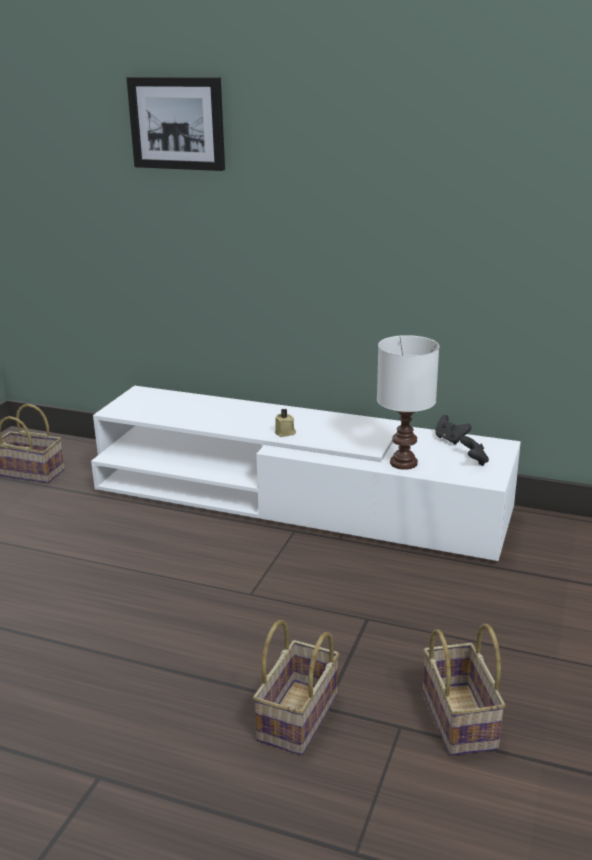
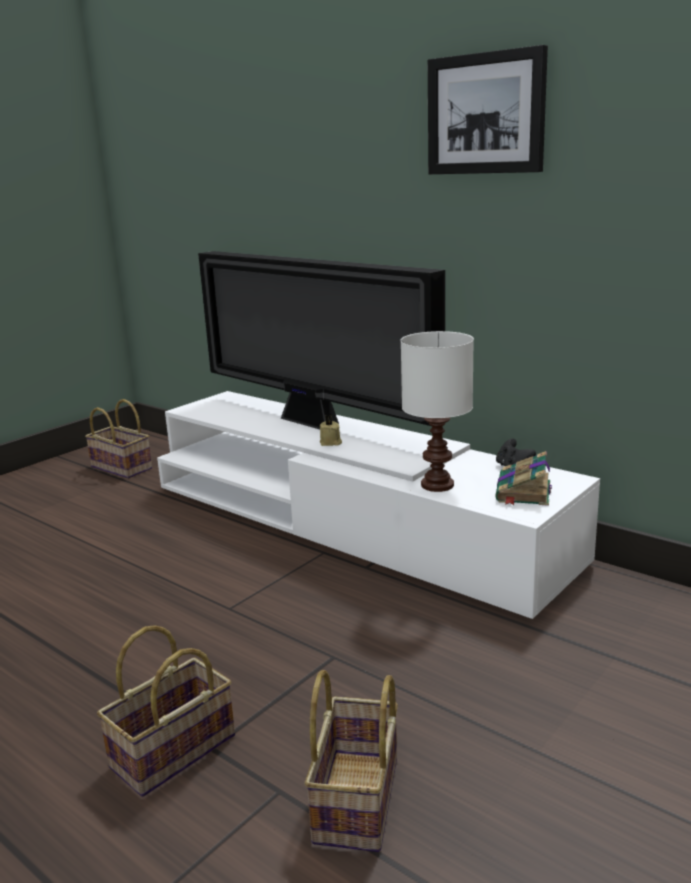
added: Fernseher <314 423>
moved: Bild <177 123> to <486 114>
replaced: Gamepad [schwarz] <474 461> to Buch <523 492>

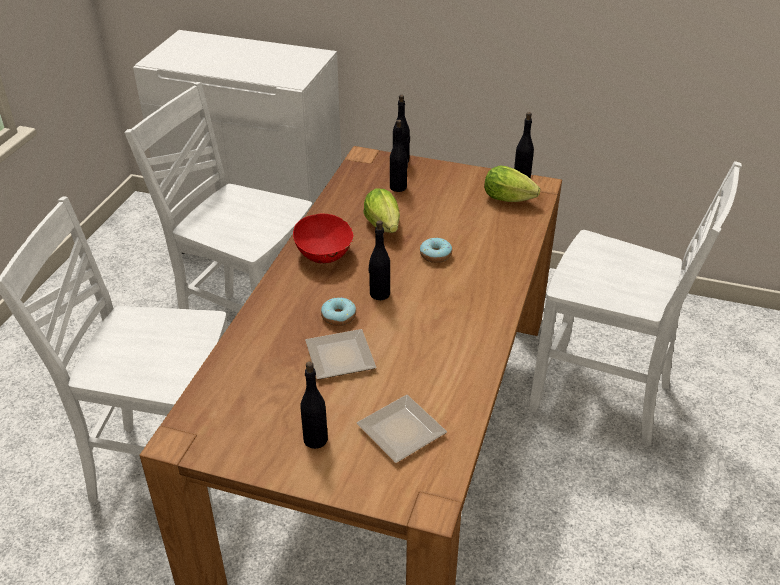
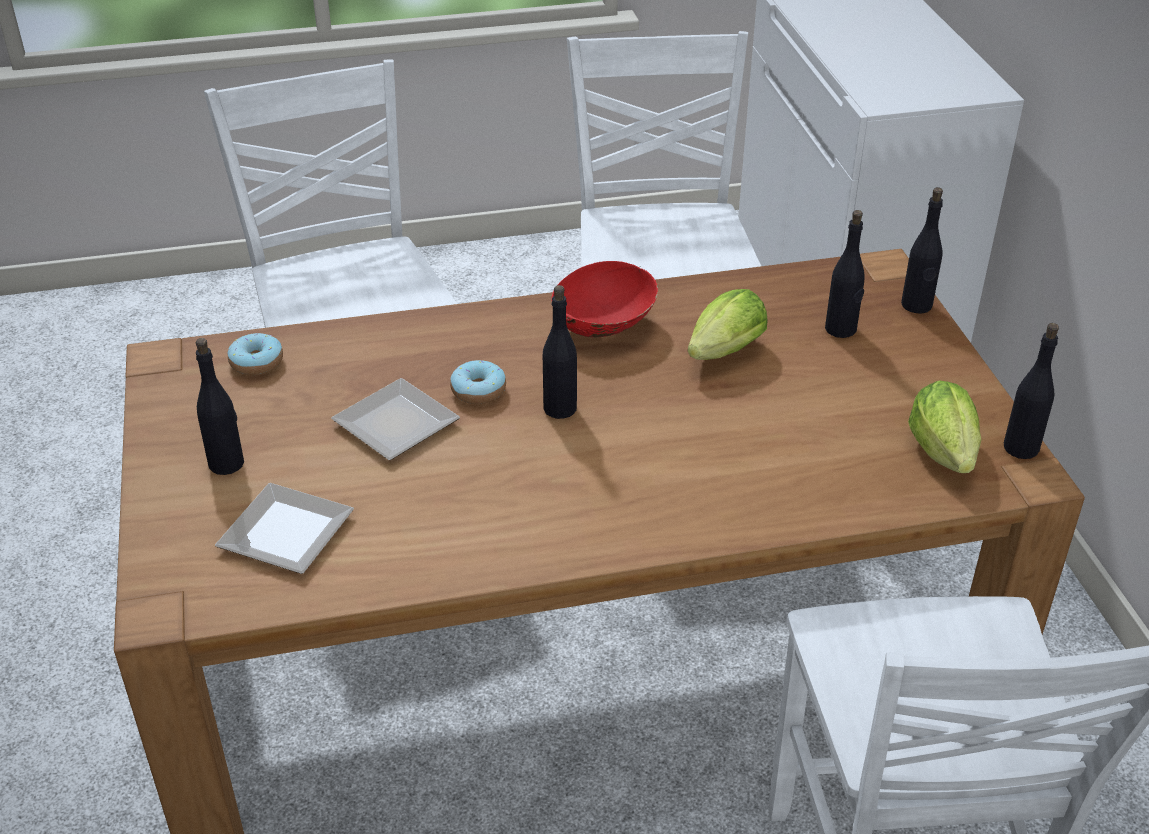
moved: Donut <435 255> to <256 363>

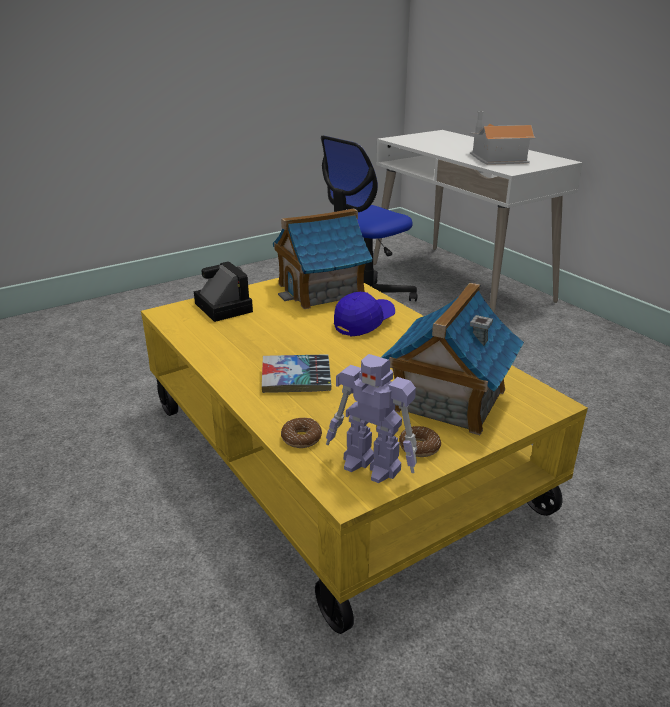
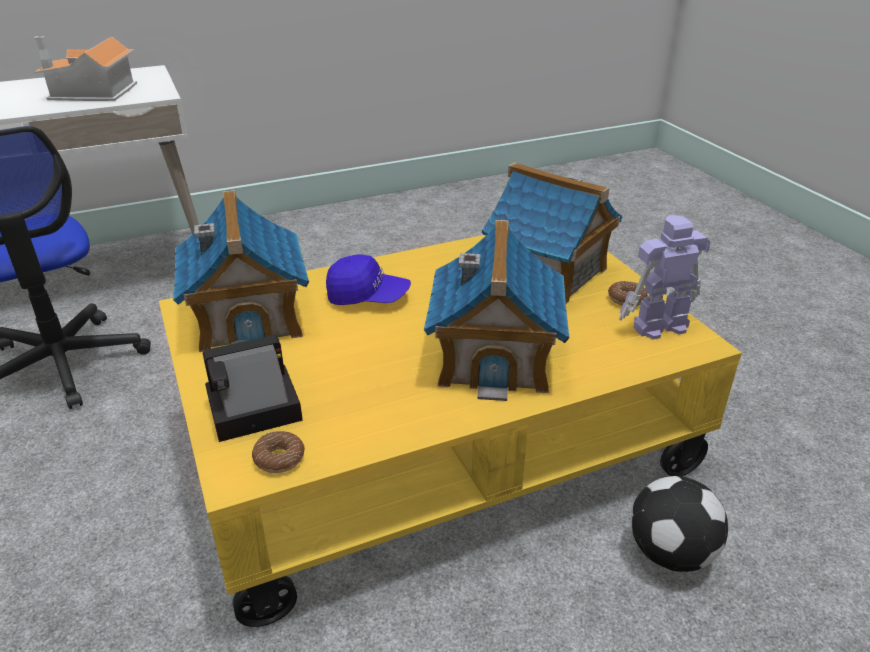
added: Fußball <671 554>
moved: Donut <301 438> to <279 458>
replaced: Buch <296 380> to Spielzeughaus <495 357>
turned: Spielzeugroboter <372 466> = <658 326> 150 degrees counterclockwise; Kappe [blau] <364 323> = <368 297> 135 degrees clockwise

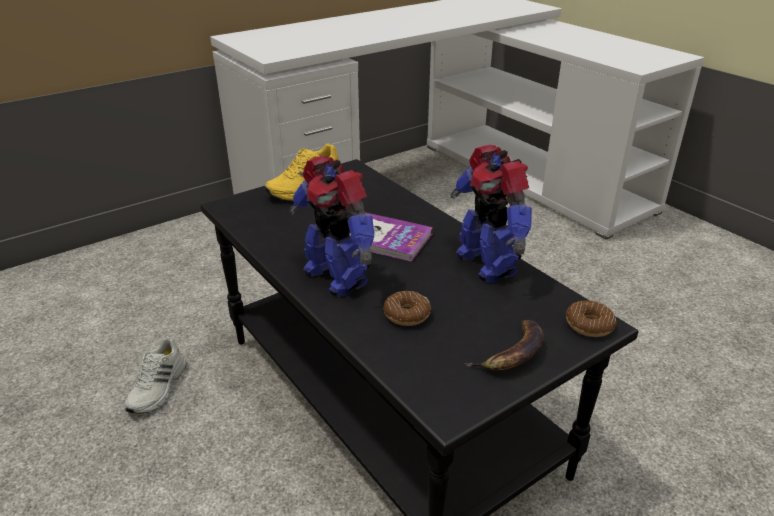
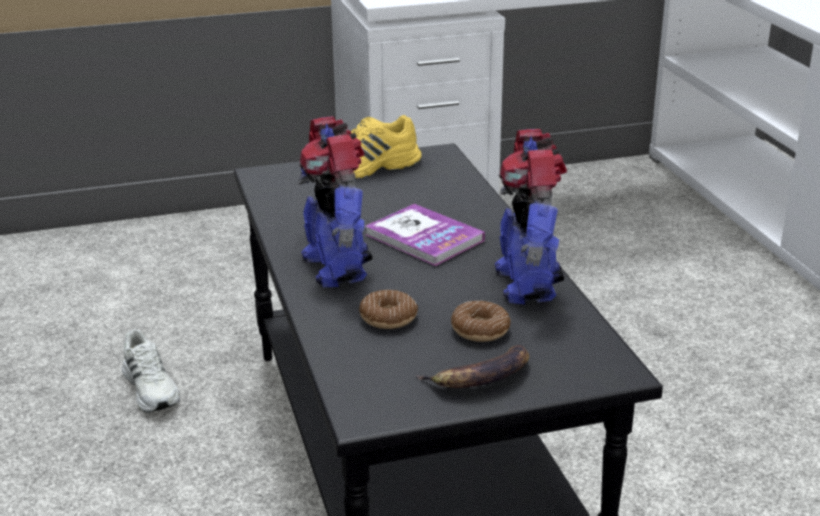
moved: Donut <589 325> to <480 330>
turned: Schuh [weiß] <159 388> = <151 388> 60 degrees counterclockwise

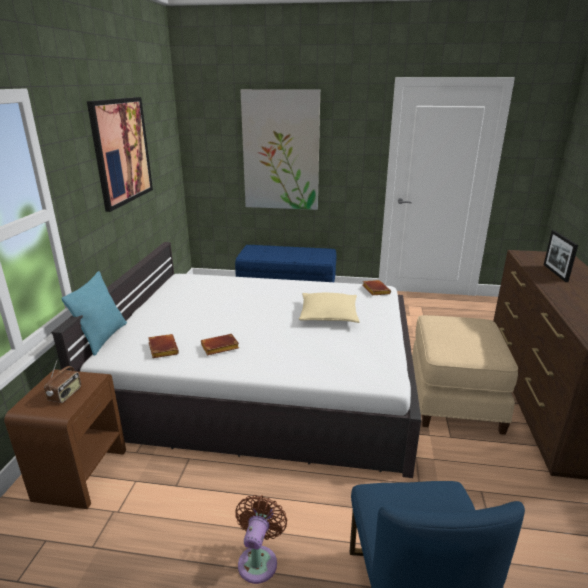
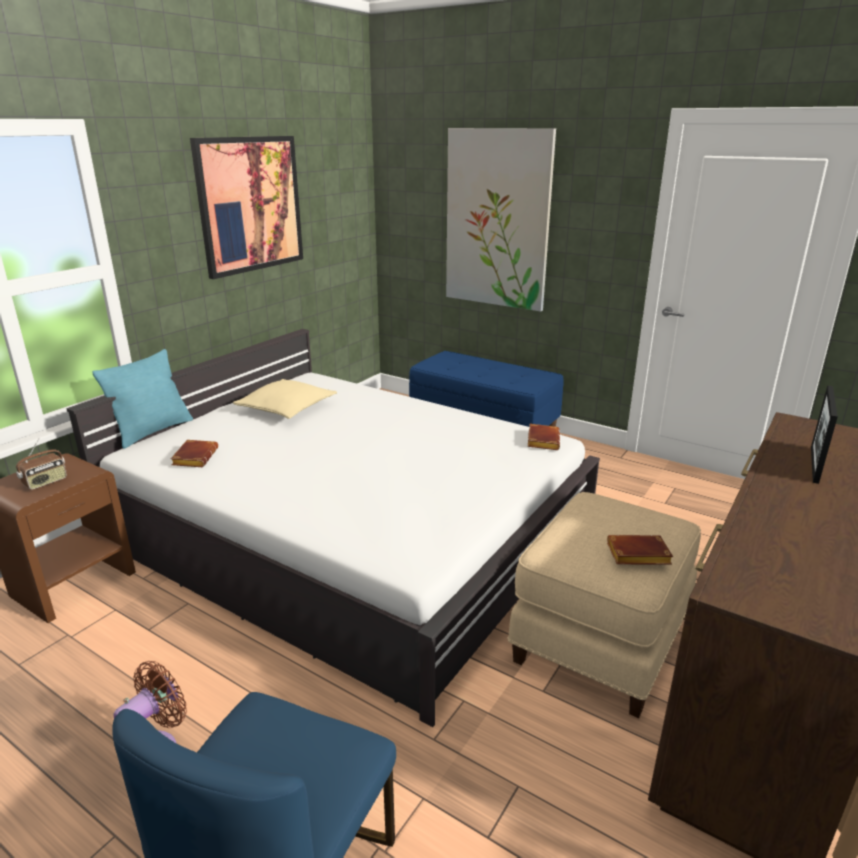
moved: Buch [braun] <219 348> to <636 556>; Kissen [beige] <328 315> to <287 408>

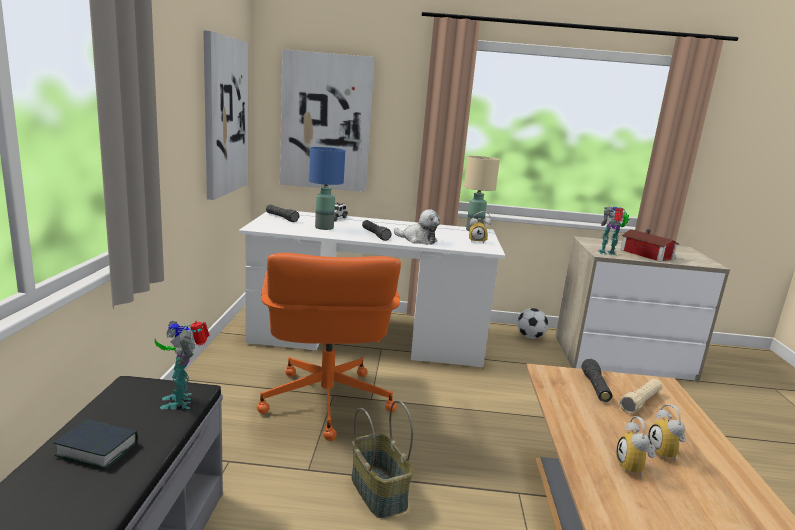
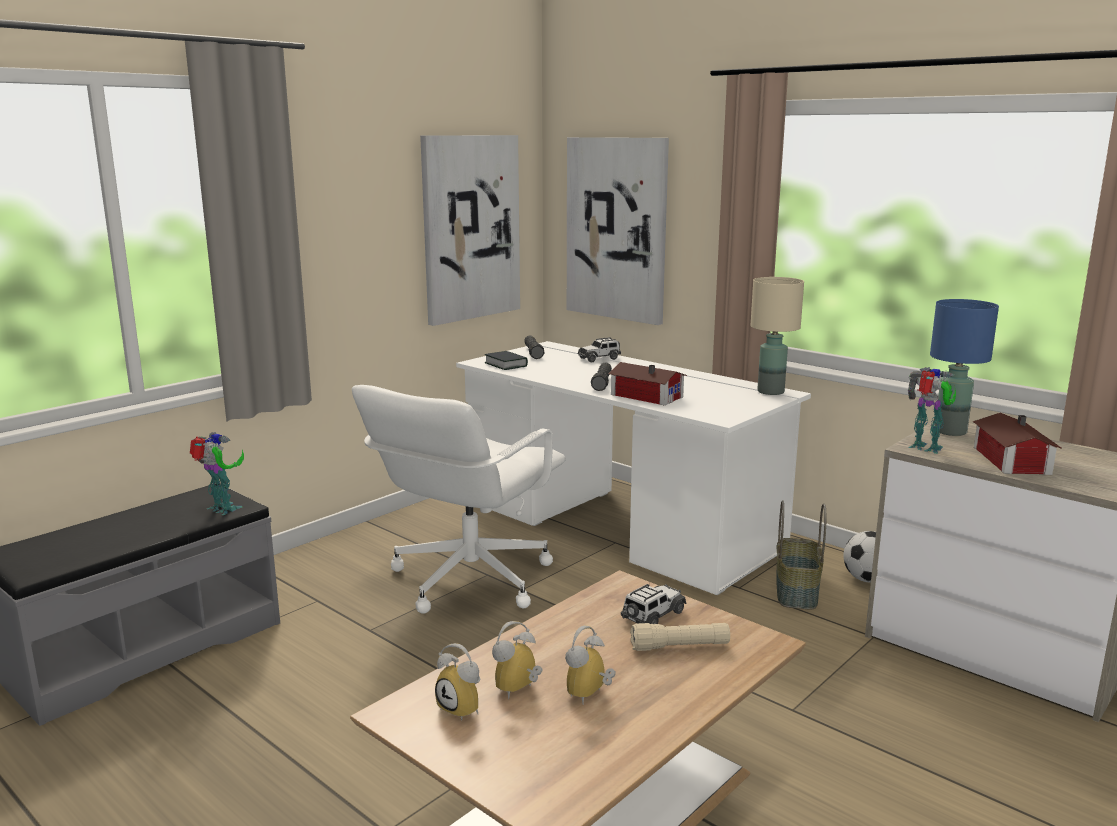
moved: Buch <97 449> to <506 365>; Tischlampe [blau] <324 228> to <951 431>; Korb <379 492> to <797 592>; Wecker <477 241> to <464 708>
replaced: Plüschtier <418 240> to Spielzeughaus <646 395>; Taschenlampe [schwarz] <595 387> to Spielzeugauto <652 616>
recoloured: Bürostuhl [orange] <325 402> to Bürostuhl [weiß] <468 579>
turned: Spielzeugroboter <181 400> = <222 510> 105 degrees clockwise

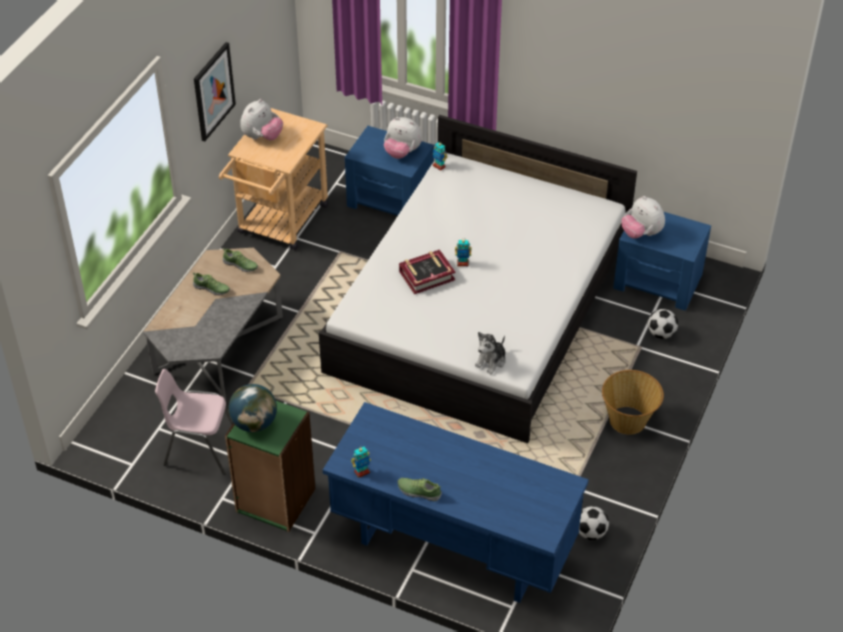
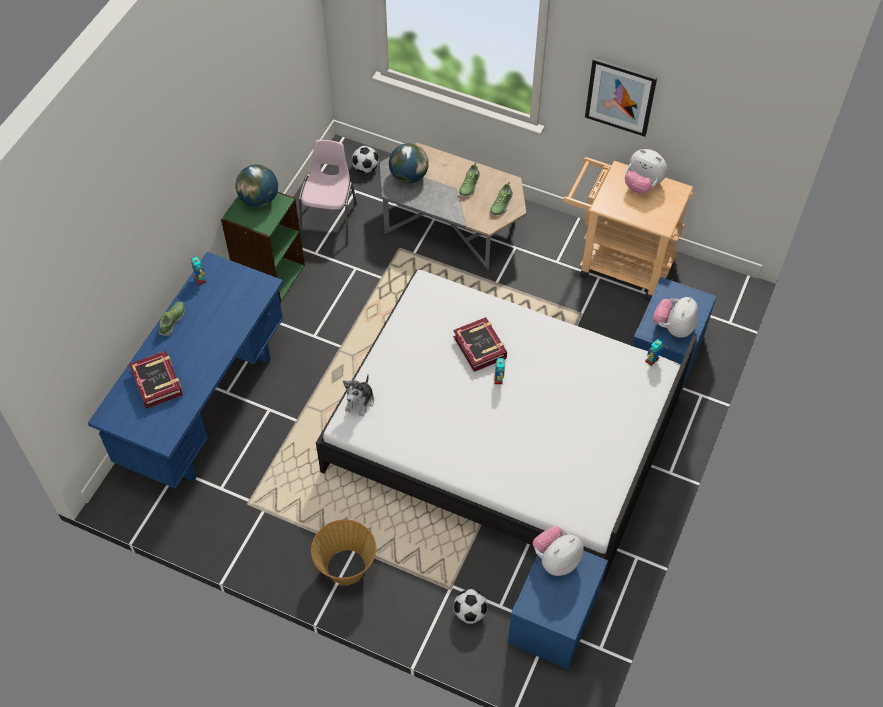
added: Buch <157 382>; Globus <408 176>
moved: Fußball <590 533> to <365 168>
turned: Plüschtier <491 361> = <360 401> 105 degrees counterclockwise

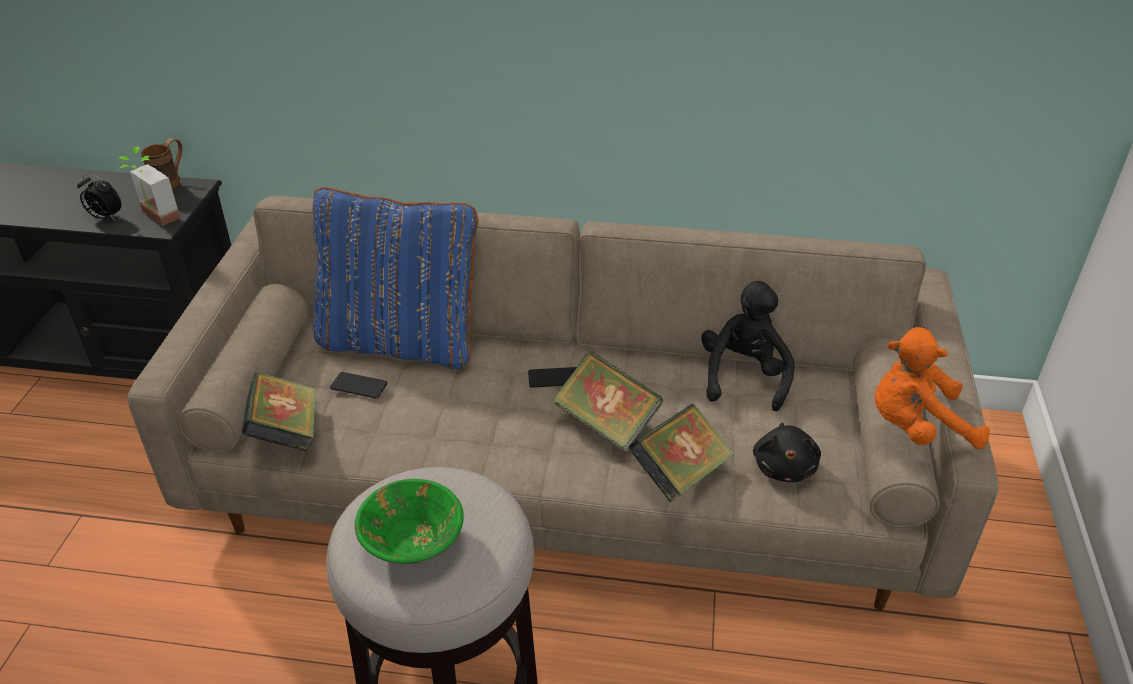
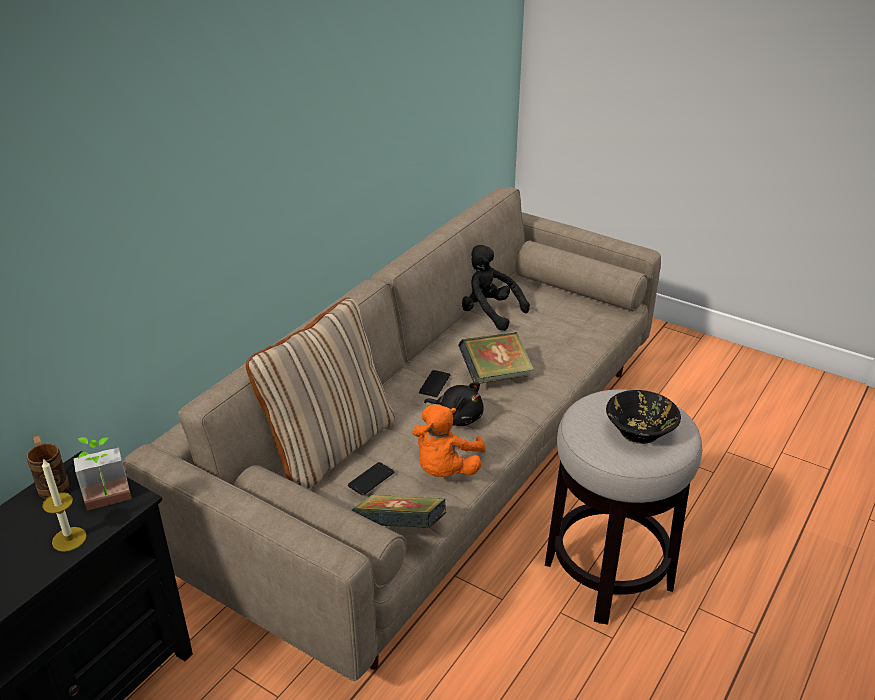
removed: Buch <680 473>
moved: Plüschtier [schwarz] <784 466> to <457 417>; Plüschtier [orange] <915 427> to <445 469>
replaced: Wecker <105 217> to Kerze <69 539>
recoloured: Kissen [blau] <401 340> to Kissen [beige] <329 446>; Schüssel [grün] <413 542> to Schüssel [schwarz] <640 431>

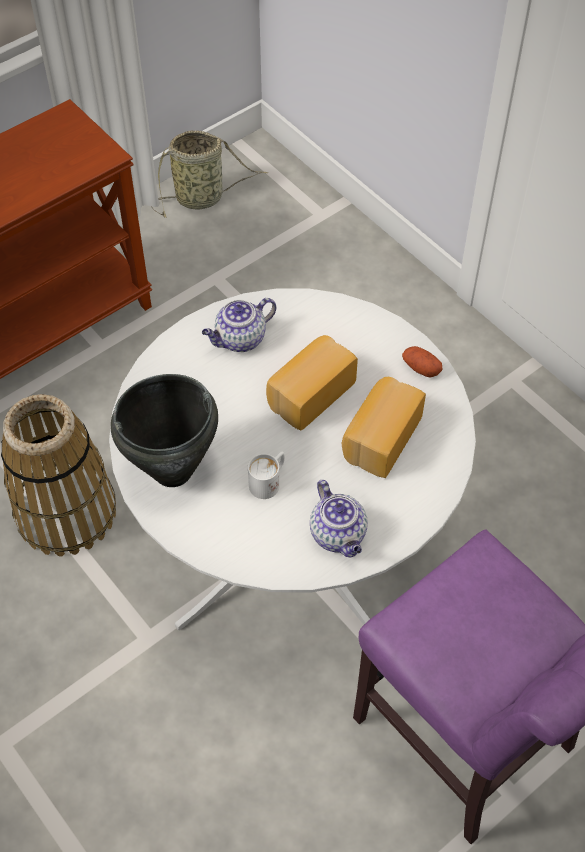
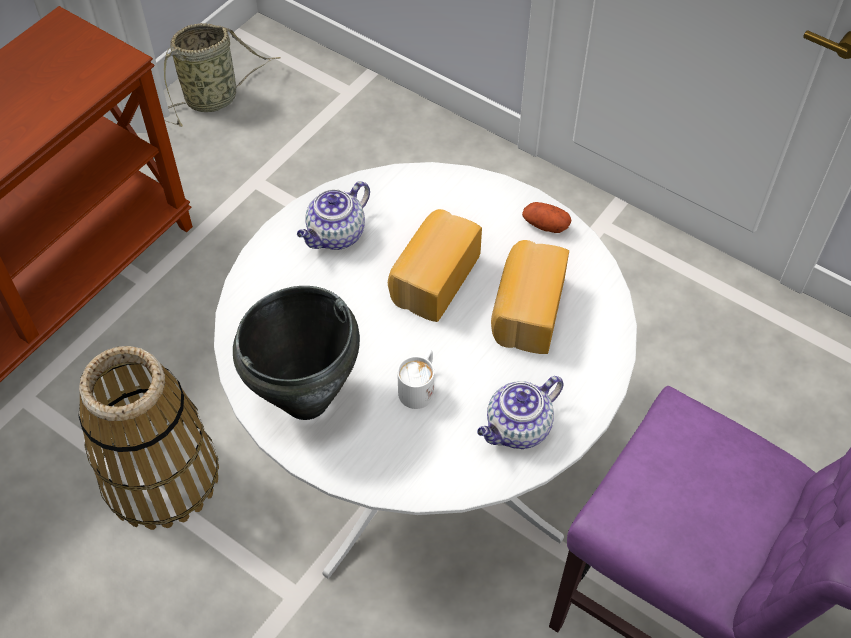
turned: Teekanne <339 535> = <517 429> 90 degrees clockwise

